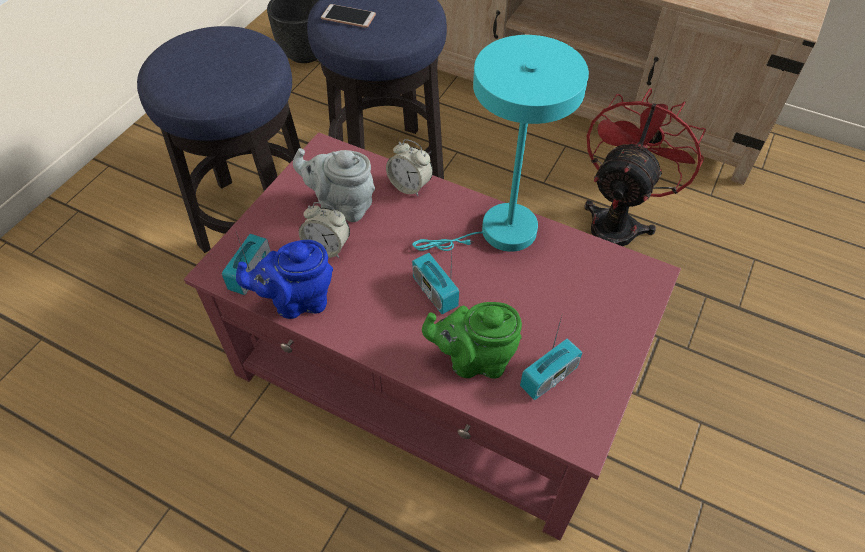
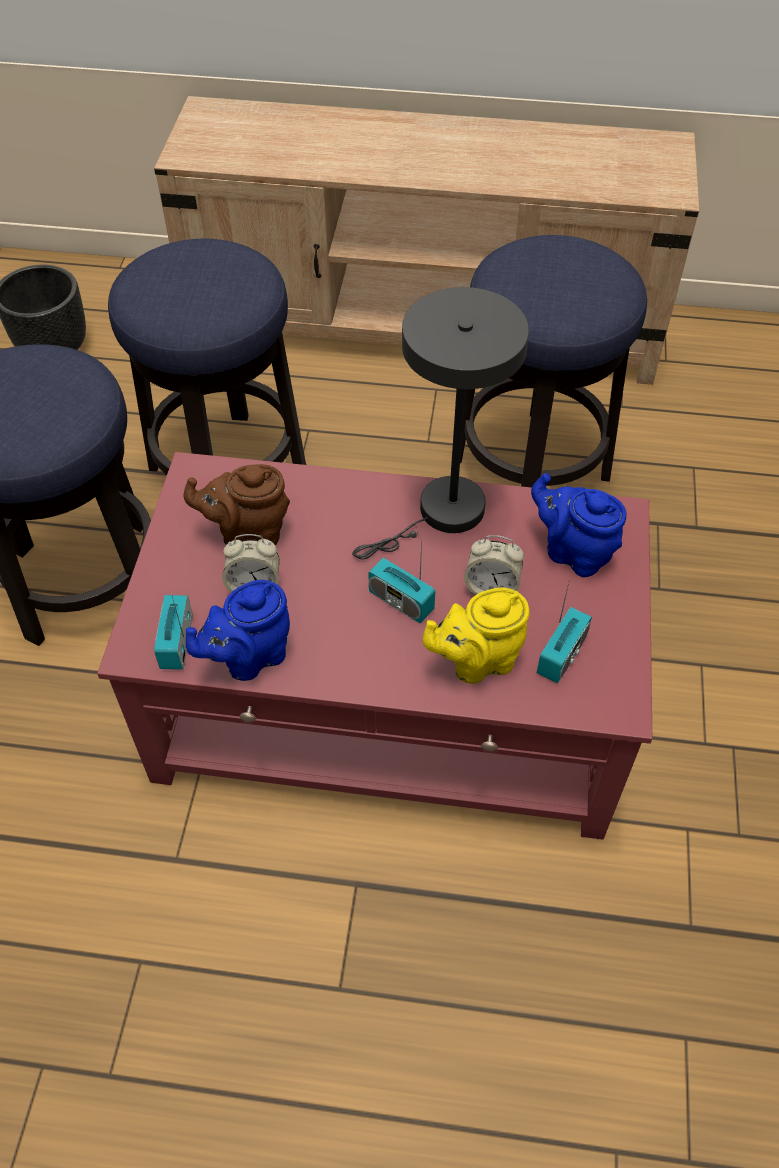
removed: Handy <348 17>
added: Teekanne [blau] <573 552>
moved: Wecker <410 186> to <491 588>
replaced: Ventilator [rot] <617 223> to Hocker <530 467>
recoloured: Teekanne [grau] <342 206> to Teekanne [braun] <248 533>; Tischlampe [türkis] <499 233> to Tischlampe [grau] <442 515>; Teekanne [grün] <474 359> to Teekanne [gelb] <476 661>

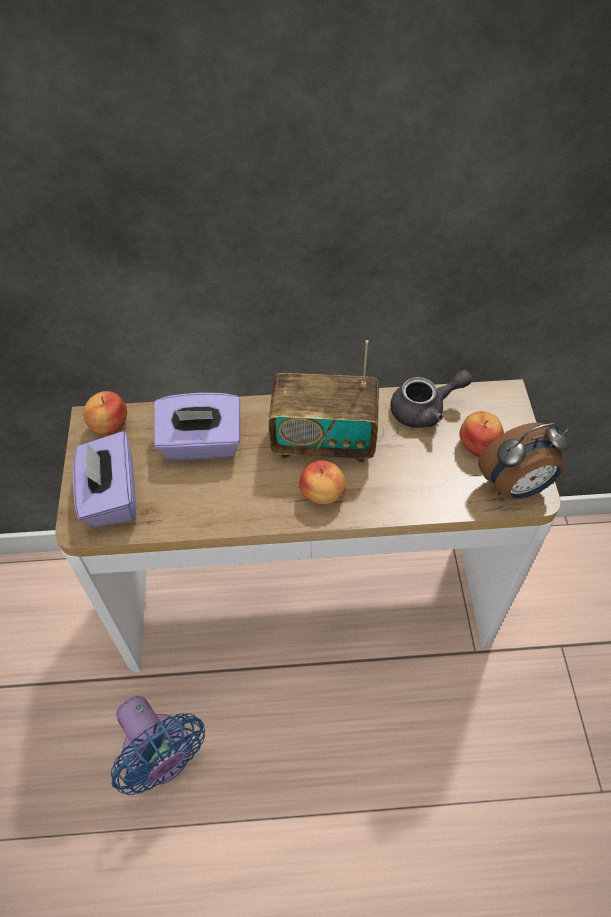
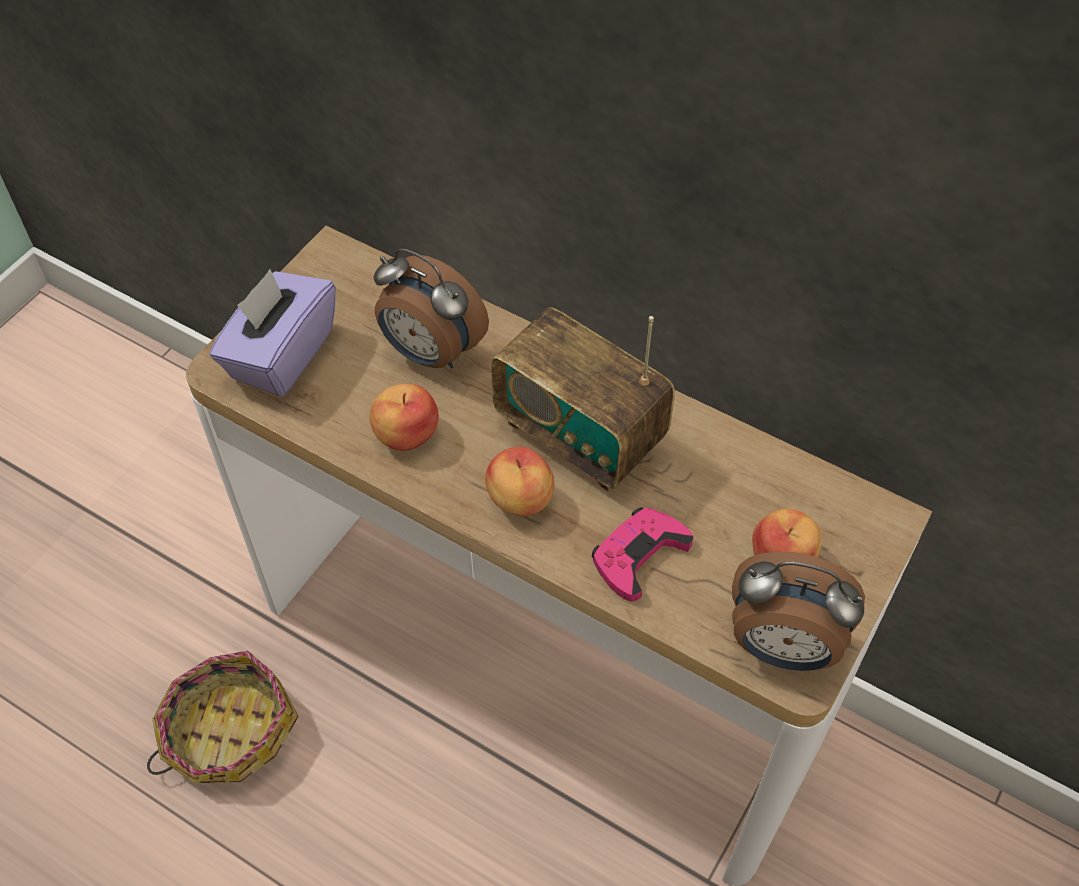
removed: Teekanne [grau] <425 410>
added: Gamepad [rosa] <639 555>
moved: Apfel <109 425> to <406 434>
replaced: Ventilator [blau] <161 756> to Korb <227 730>; Taschentuchbox [lila] <201 444> to Wecker <430 353>

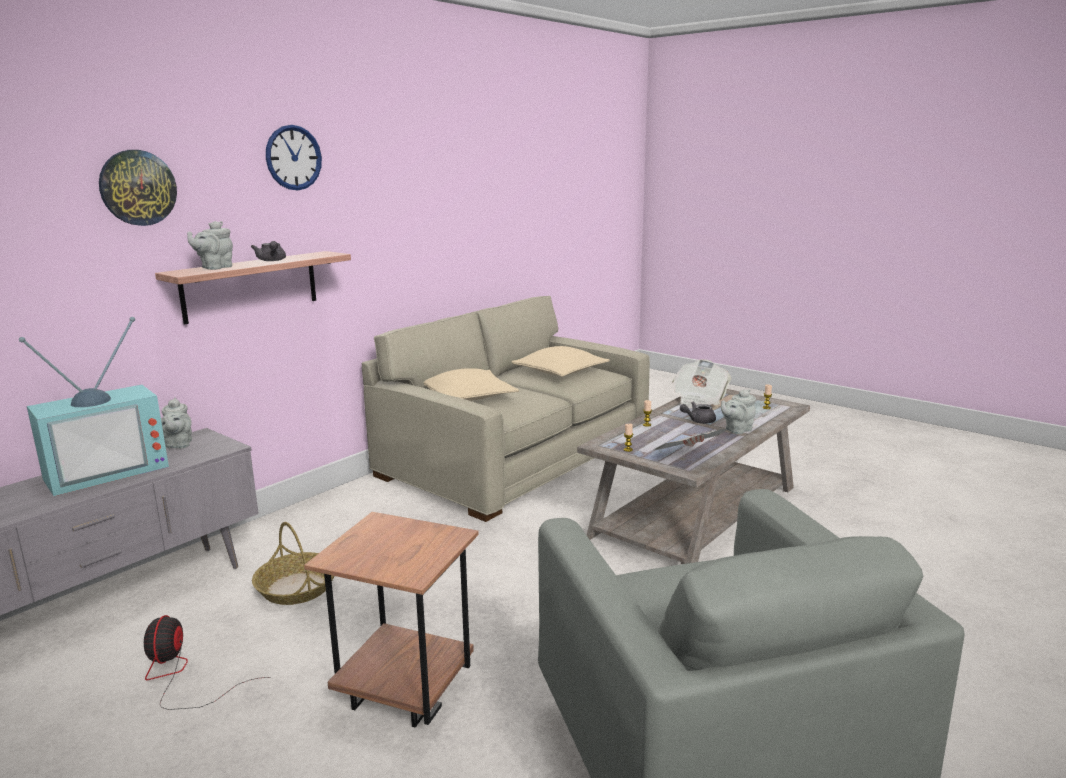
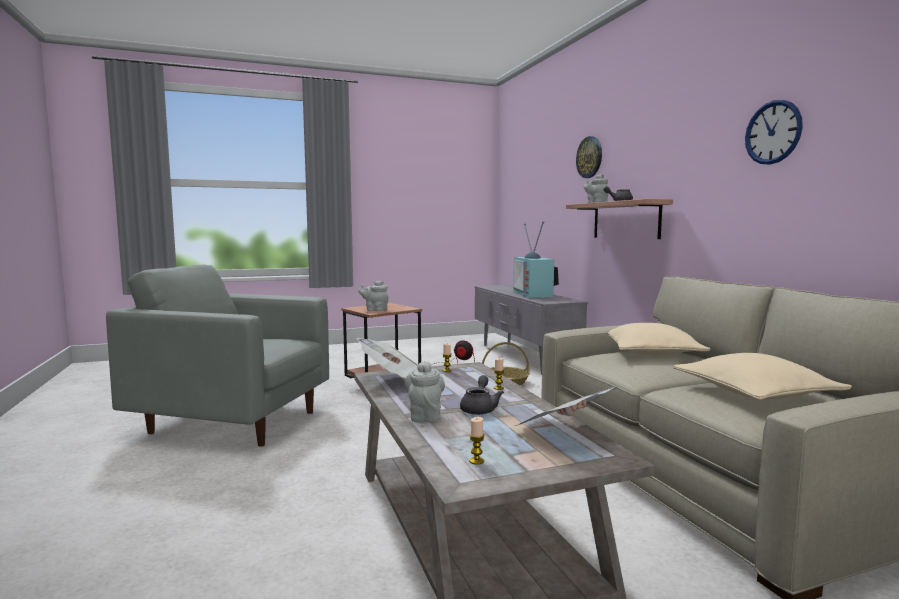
moved: Teekanne [grau] <178 445> to <375 310>; Wanduhr <293 157> to <773 132>

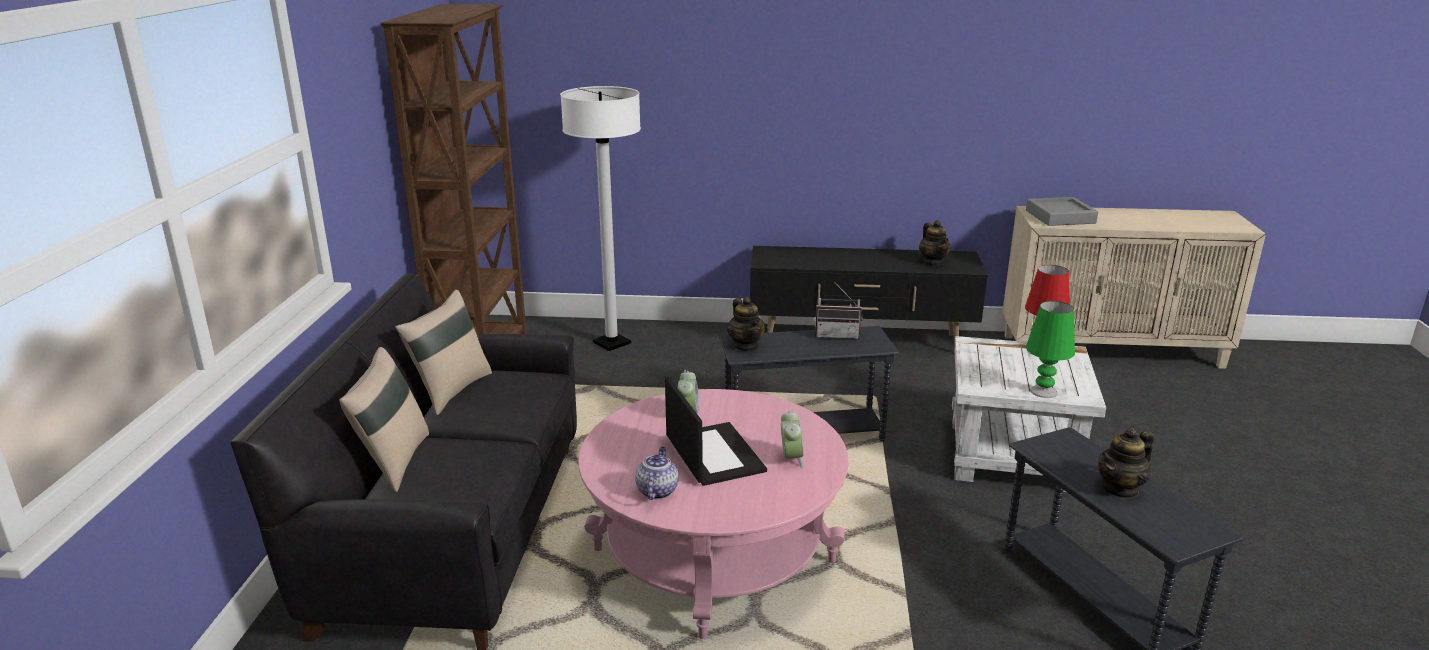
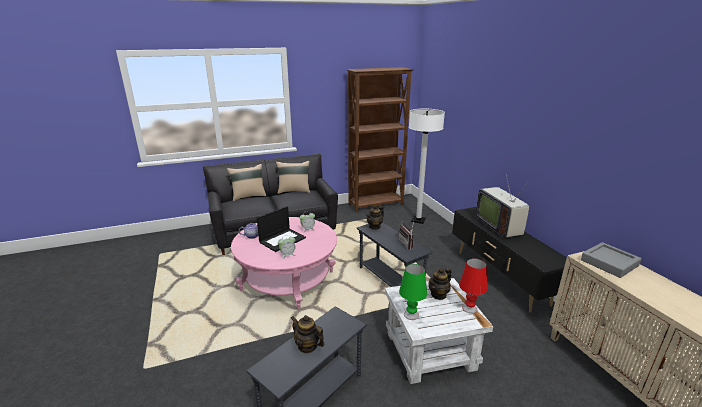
added: Fernseher <499 226>
moved: Teekanne <933 262> to <438 295>

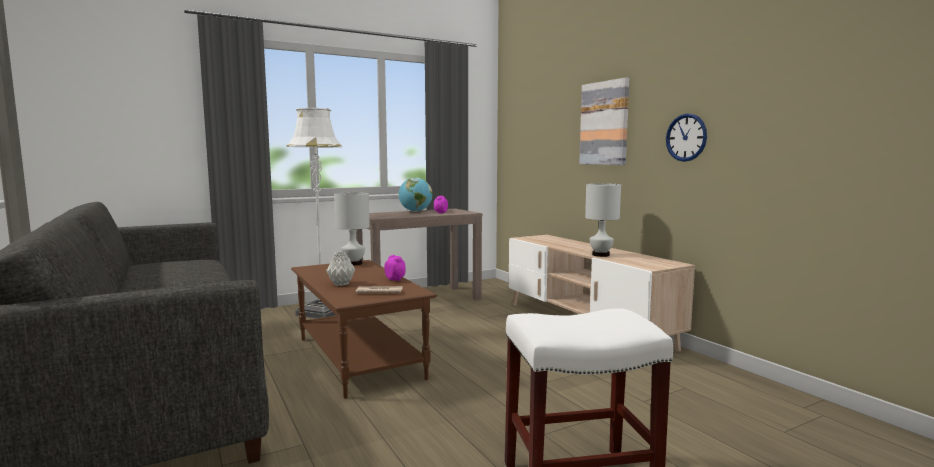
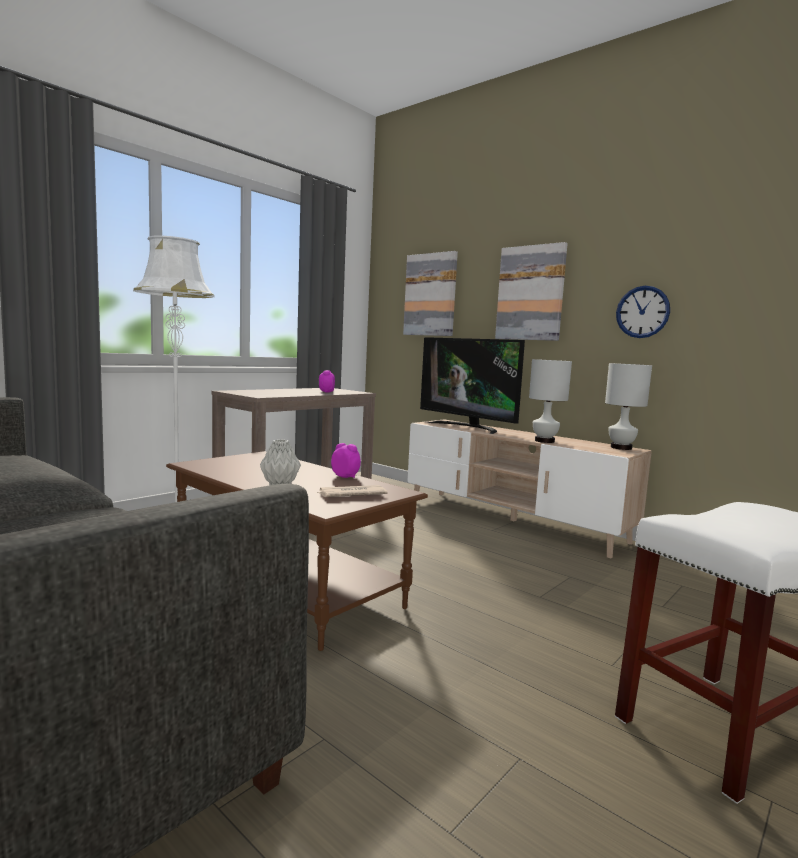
removed: Globus <415 211>
added: Bild <430 295>; Fernseher <468 427>
moved: Tischlampe [weiß] <354 263> to <621 447>

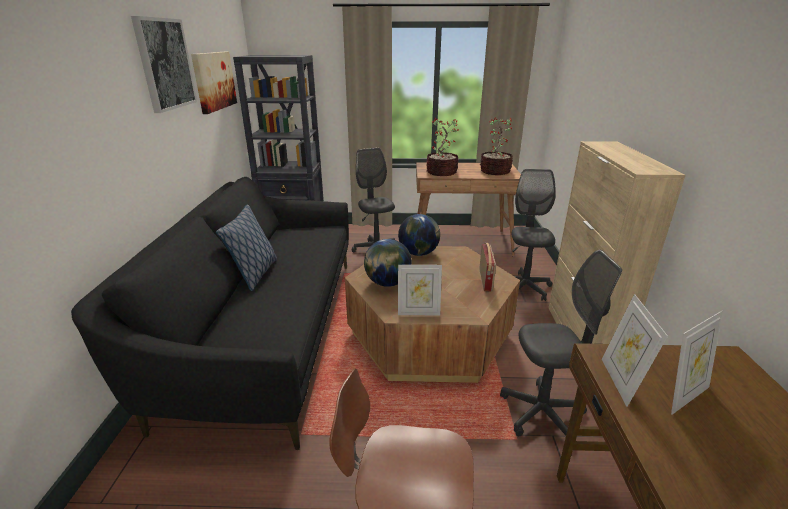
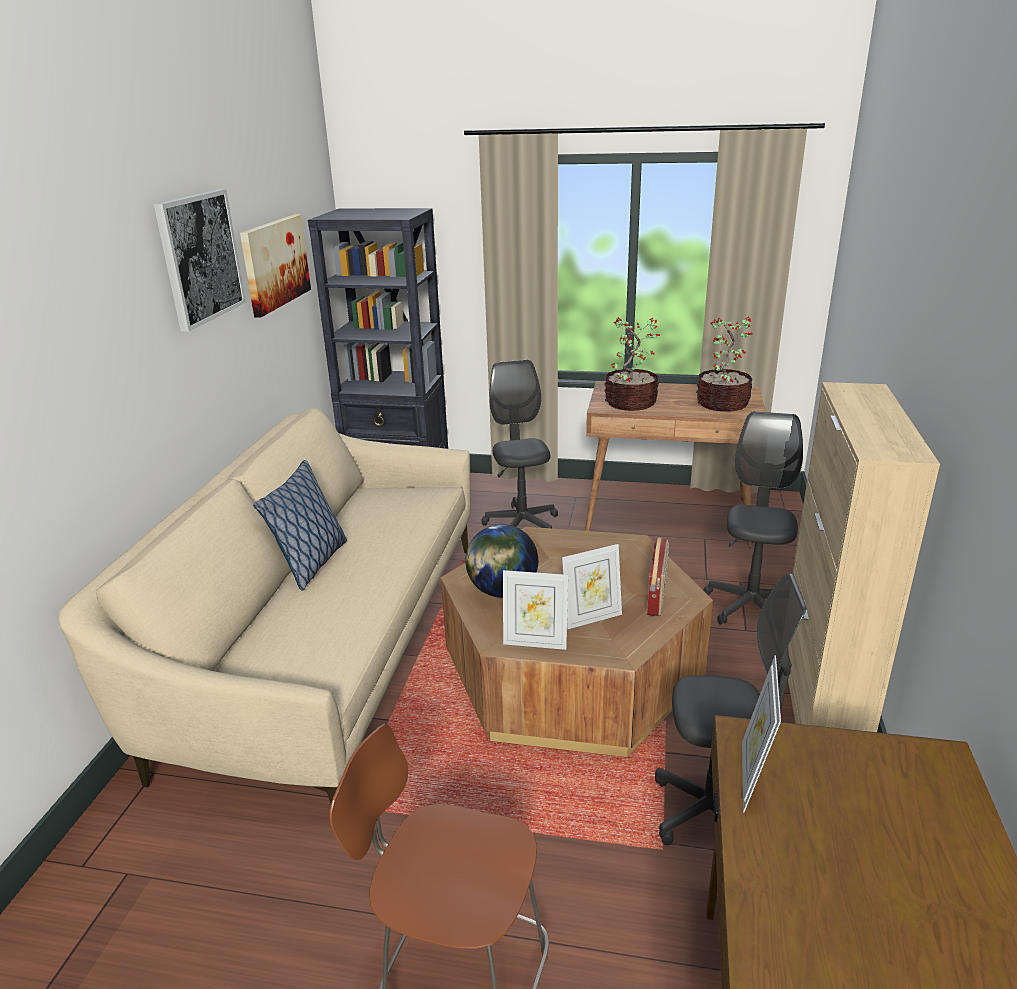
removed: Globus <419 253>
moved: Bilderrahmen <683 395> to <592 618>
recoloured: Sofa [schwarz] <267 332> to Sofa [beige] <328 649>

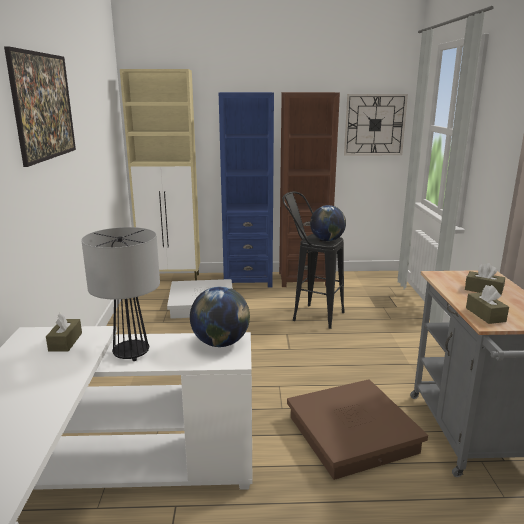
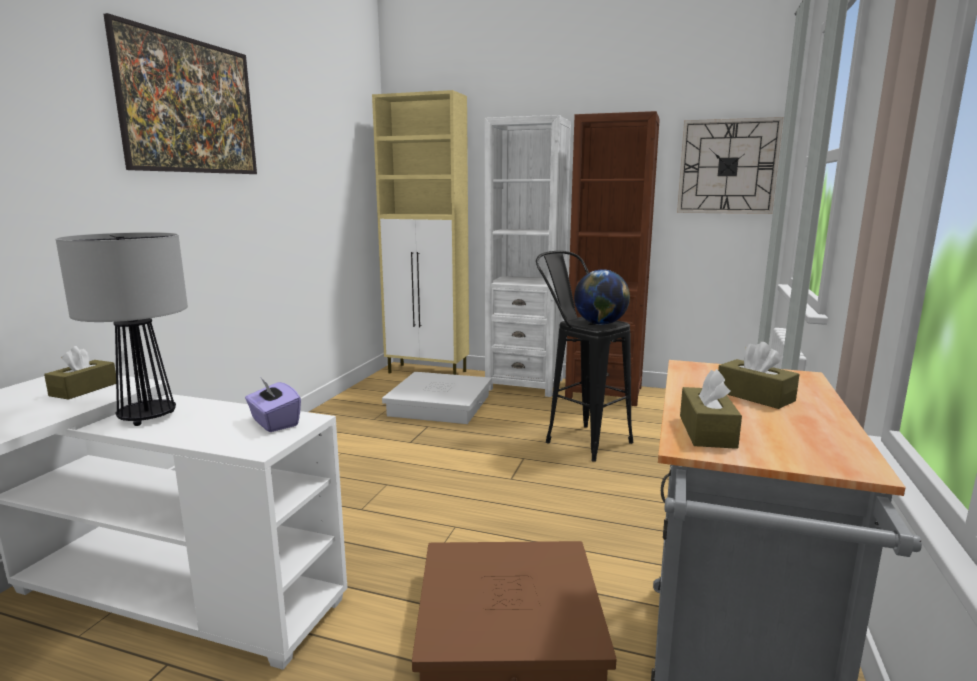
replaced: Globus <220 343> to Taschentuchbox [lila] <274 422>
recoloured: Bücherregal [blau] <248 280> to Bücherregal [weiß] <525 384>

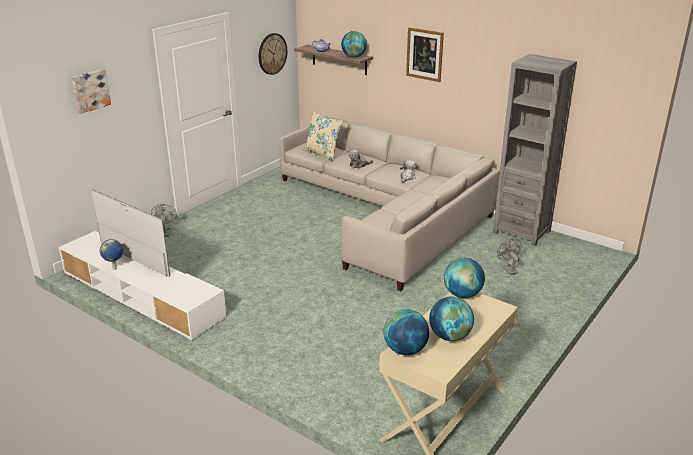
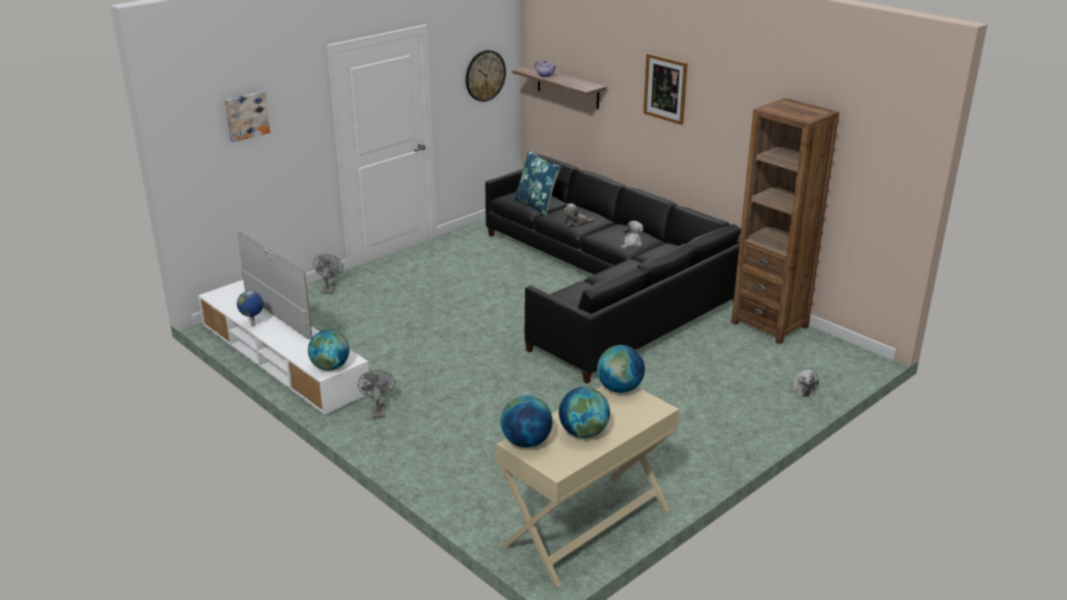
added: Plüschtier <802 388>
moved: Globus <354 57> to <330 367>; Ventilator [grau] <508 269> to <378 410>
recoloured: Sofa [beige] <388 214> to Sofa [schwarz] <606 288>; Kissen [beige] <322 154> to Kissen [blau] <536 205>; Bücherregal [grau] <521 232> to Bücherregal [braun] <770 325>

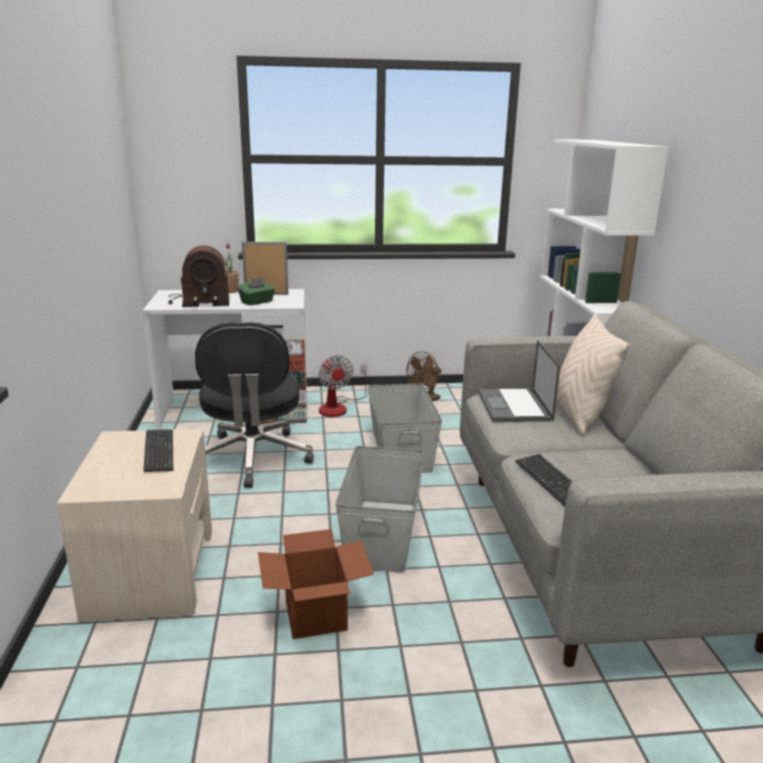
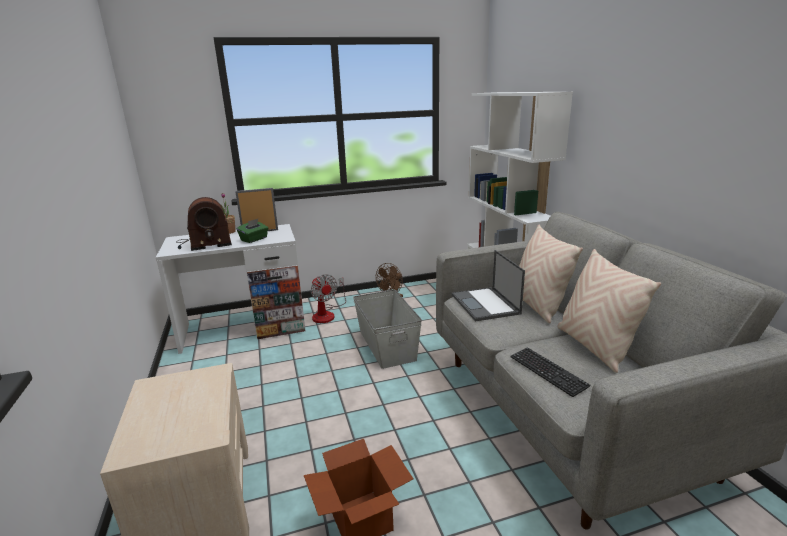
removed: Tastatur <159 452>; Bürostuhl [schwarz] <253 458>; Aufbewahrungsbox [grau] <382 533>
added: Kissen [beige] <594 347>

